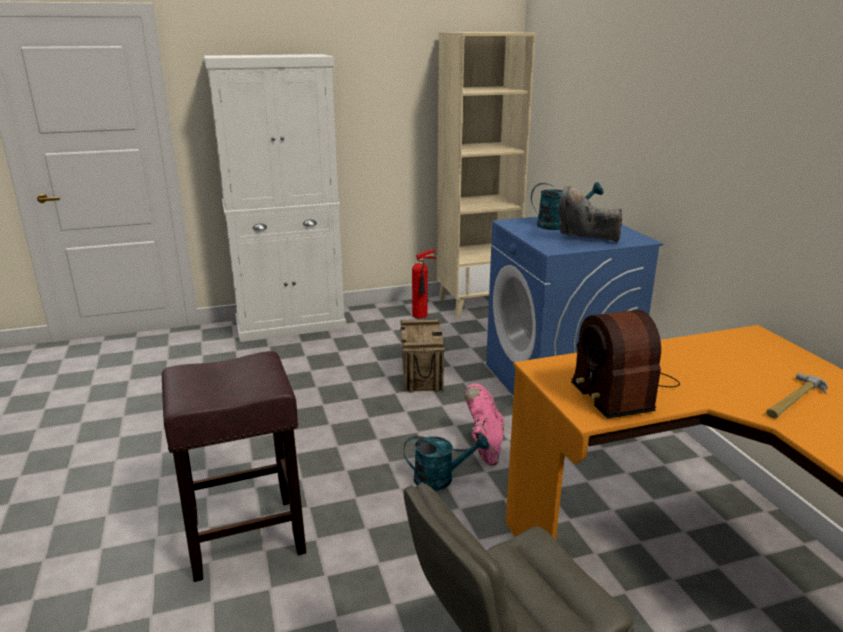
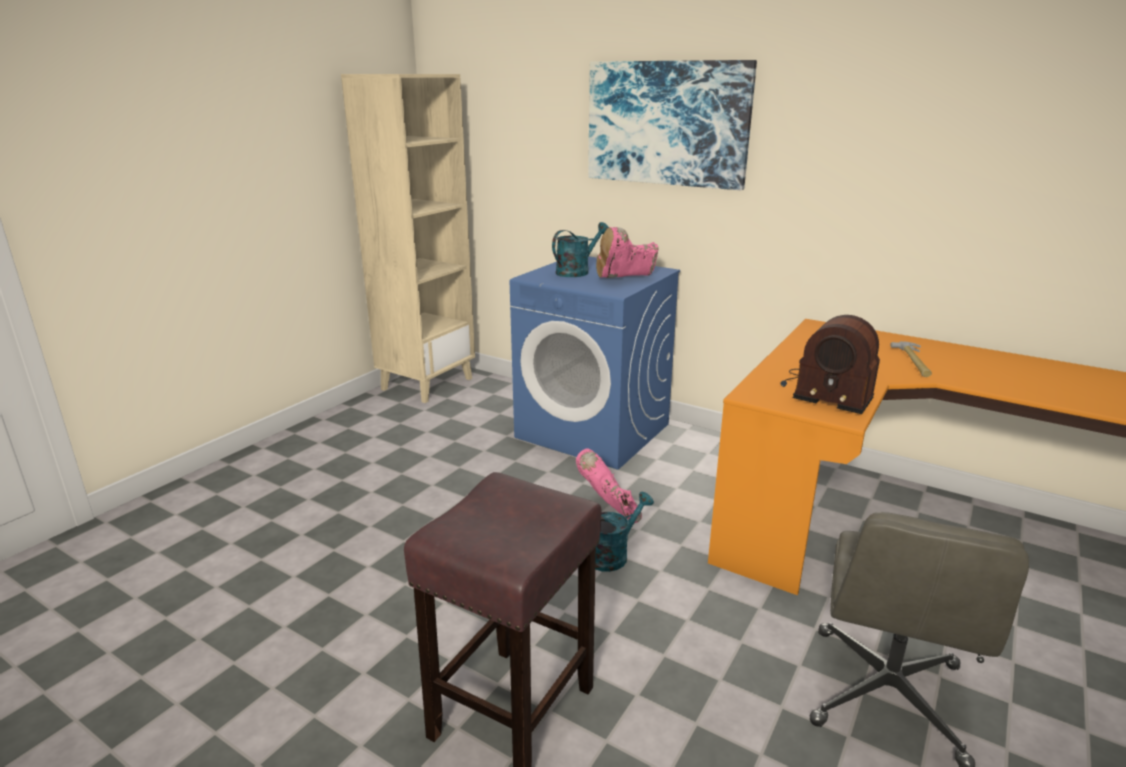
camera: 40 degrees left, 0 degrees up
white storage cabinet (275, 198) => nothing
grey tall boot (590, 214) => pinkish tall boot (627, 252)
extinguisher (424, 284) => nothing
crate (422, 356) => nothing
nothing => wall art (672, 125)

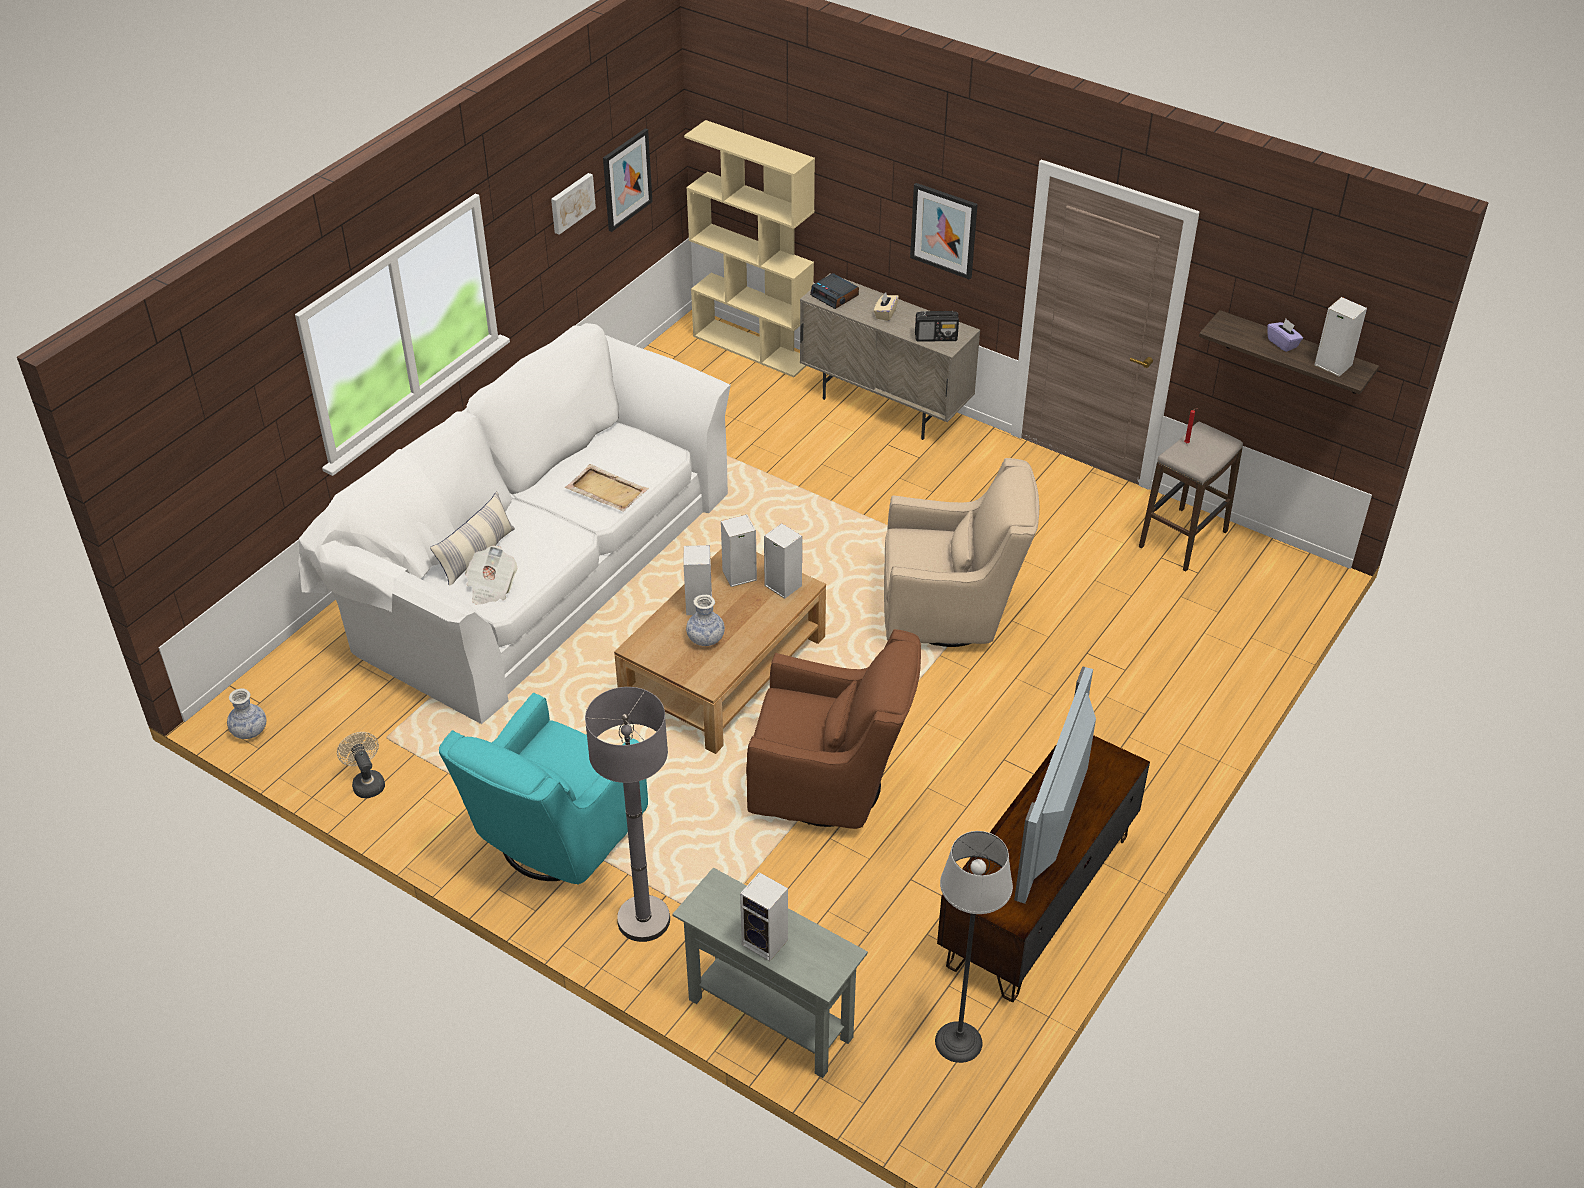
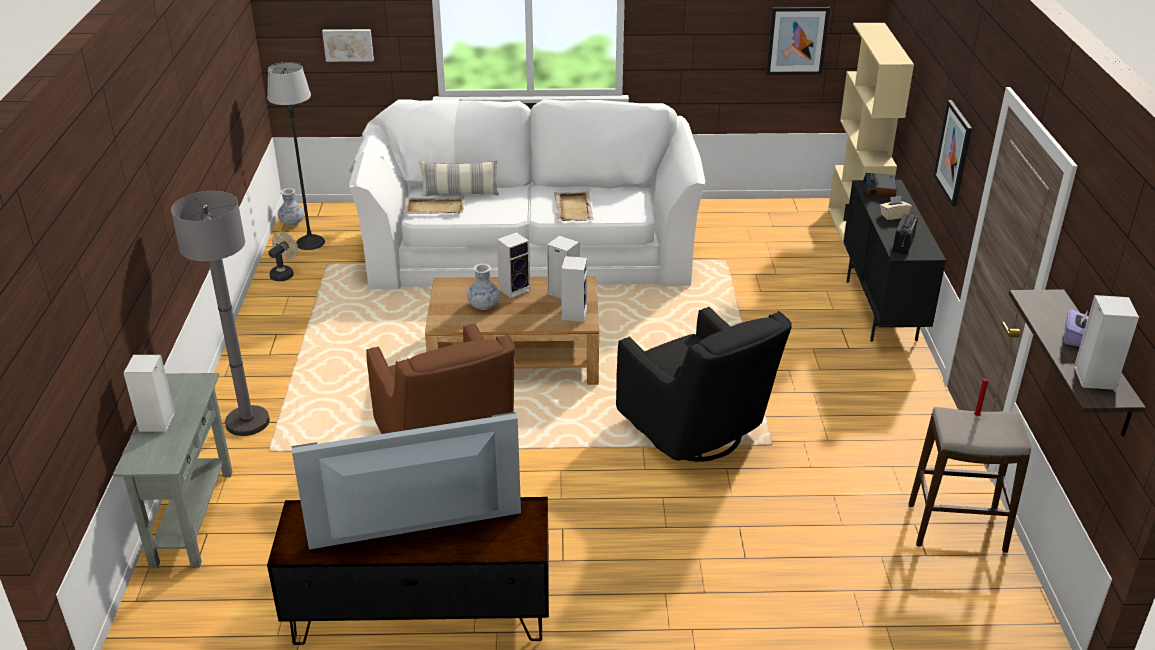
camera: 55 degrees right, 10 degrees down
wall art (573, 204) => wall art (348, 45), moved
beige storage cabinet (890, 356) => black-coloured storage cabinet (894, 261)
radio receiver (937, 326) => radio receiver (905, 234), 60 degrees clockwise
beige easy chair (961, 552) => black-coloured easy chair (704, 384)
daily paper (491, 575) => beige serving tray (434, 205)
turquoise easy chair (543, 788) => nothing
floor lamp (974, 947) => floor lamp (296, 156), moved

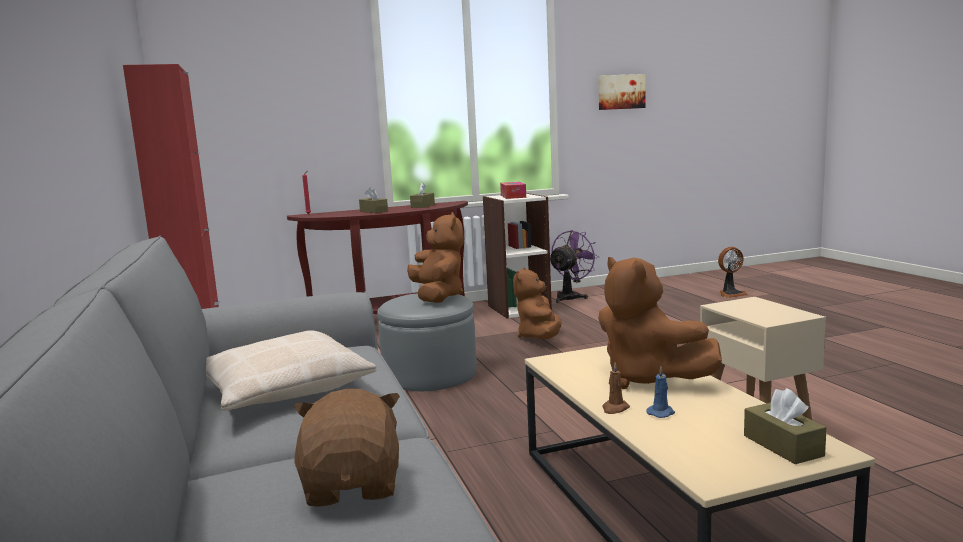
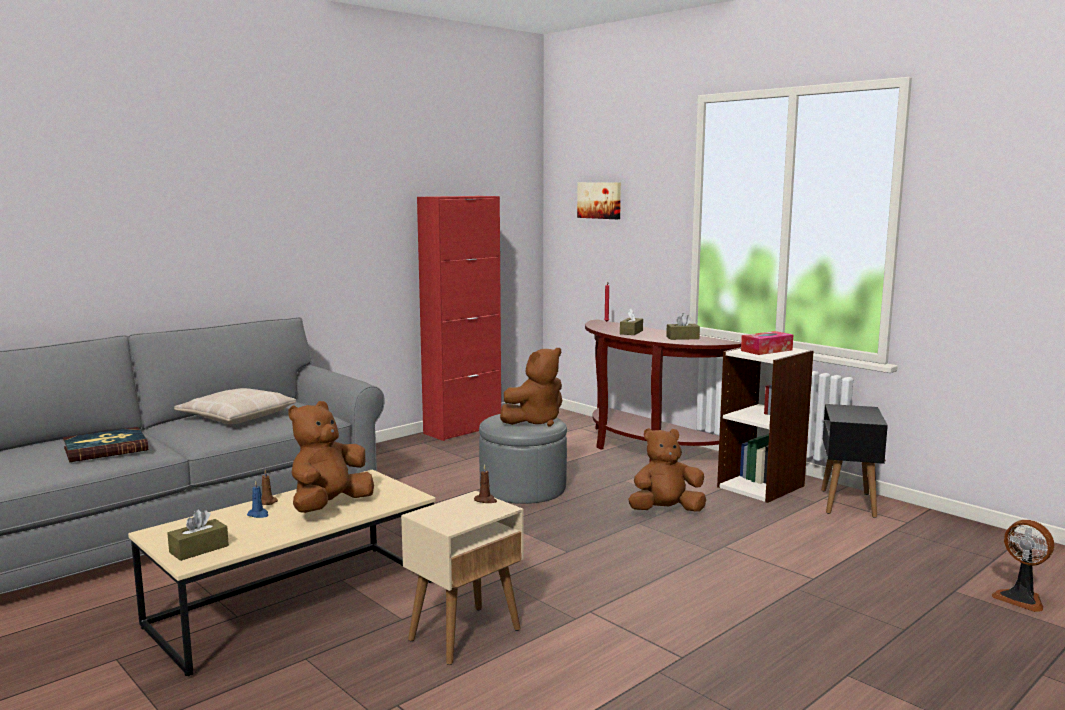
camera: 65 degrees right, 0 degrees up
wall art (621, 92) => wall art (599, 200), moved
purplish electric fan (574, 266) => black-coloured end table (854, 461)
brown plush toy (347, 448) => book (105, 444)
nothing => brown wax candle (485, 483)

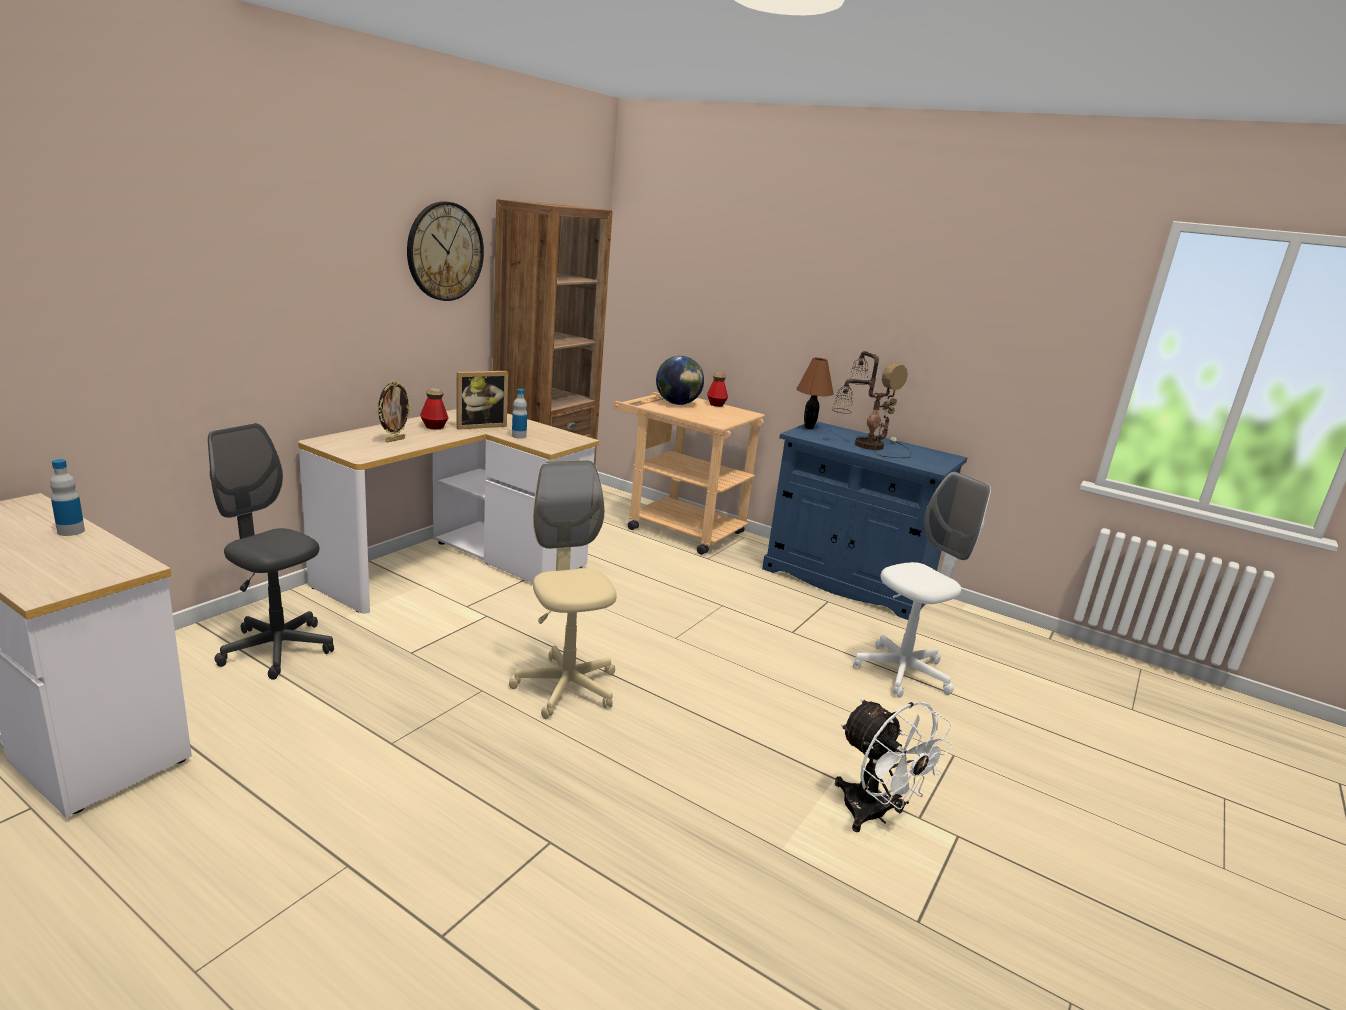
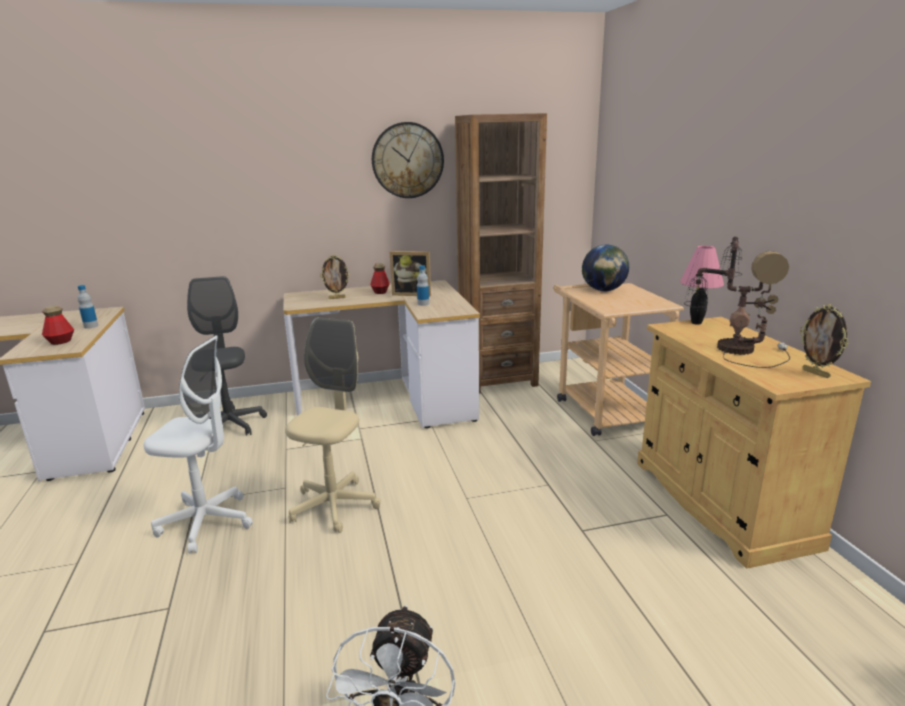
camera: 45 degrees right, 0 degrees up
brown table lamp (815, 393) => pinkish table lamp (702, 285)
drink bottle (717, 389) => drink bottle (58, 325), moved
blue storage cabinet (864, 520) => beige storage cabinet (754, 443)
white office chair (922, 585) => white office chair (198, 444), moved
nothing => picture frame (824, 341)

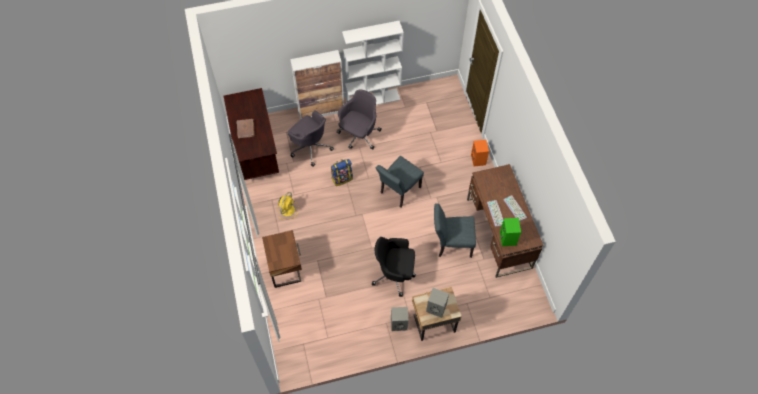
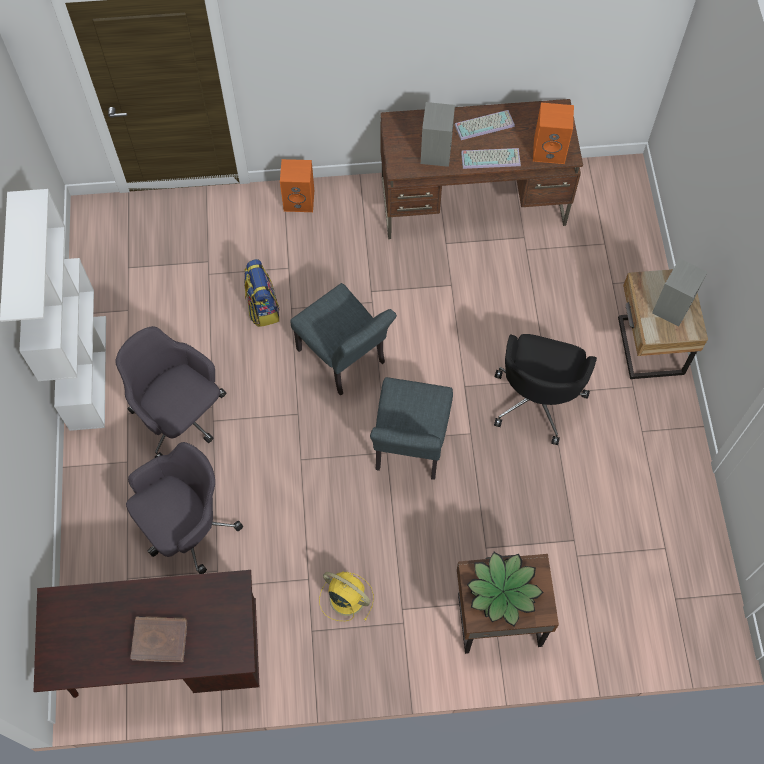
camera: 80 degrees left, 5 degrees up
storage cabinet (317, 85) => nothing
rucksack (342, 172) => rucksack (262, 293), moved
grey upright chair (455, 230) => grey upright chair (411, 428), moved
greenish audio speaker (510, 232) => orange audio speaker (553, 133)
grey audio speaker (399, 319) => grey audio speaker (438, 134), moved
nothing => potted plant (505, 589)

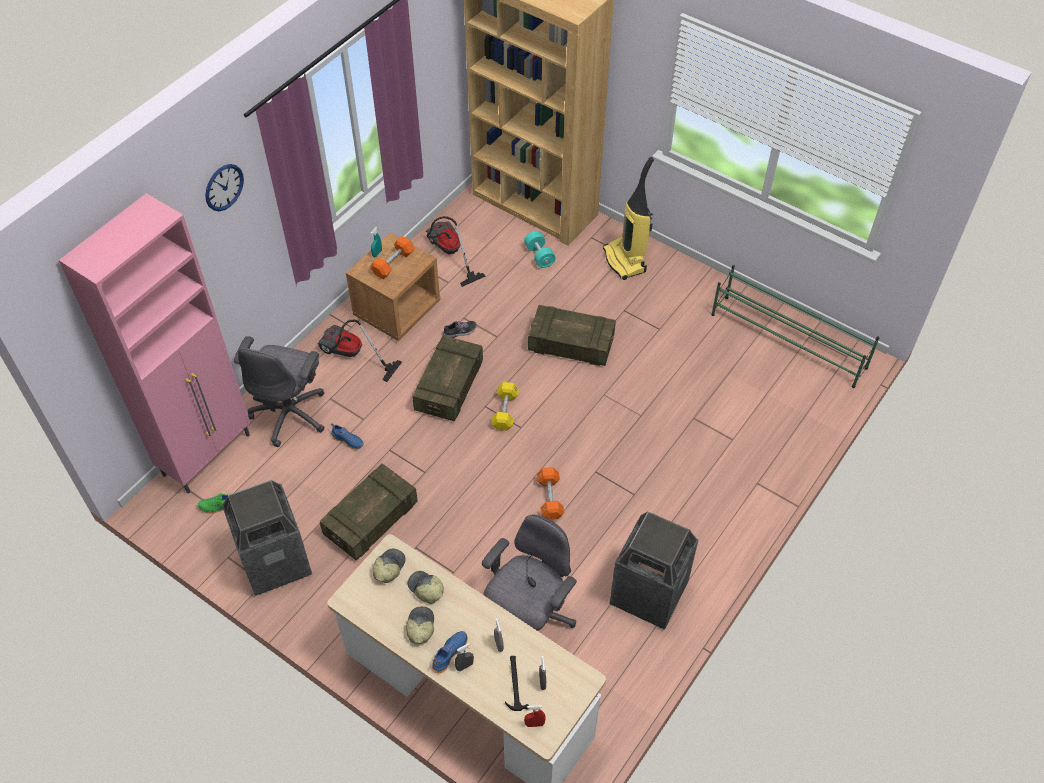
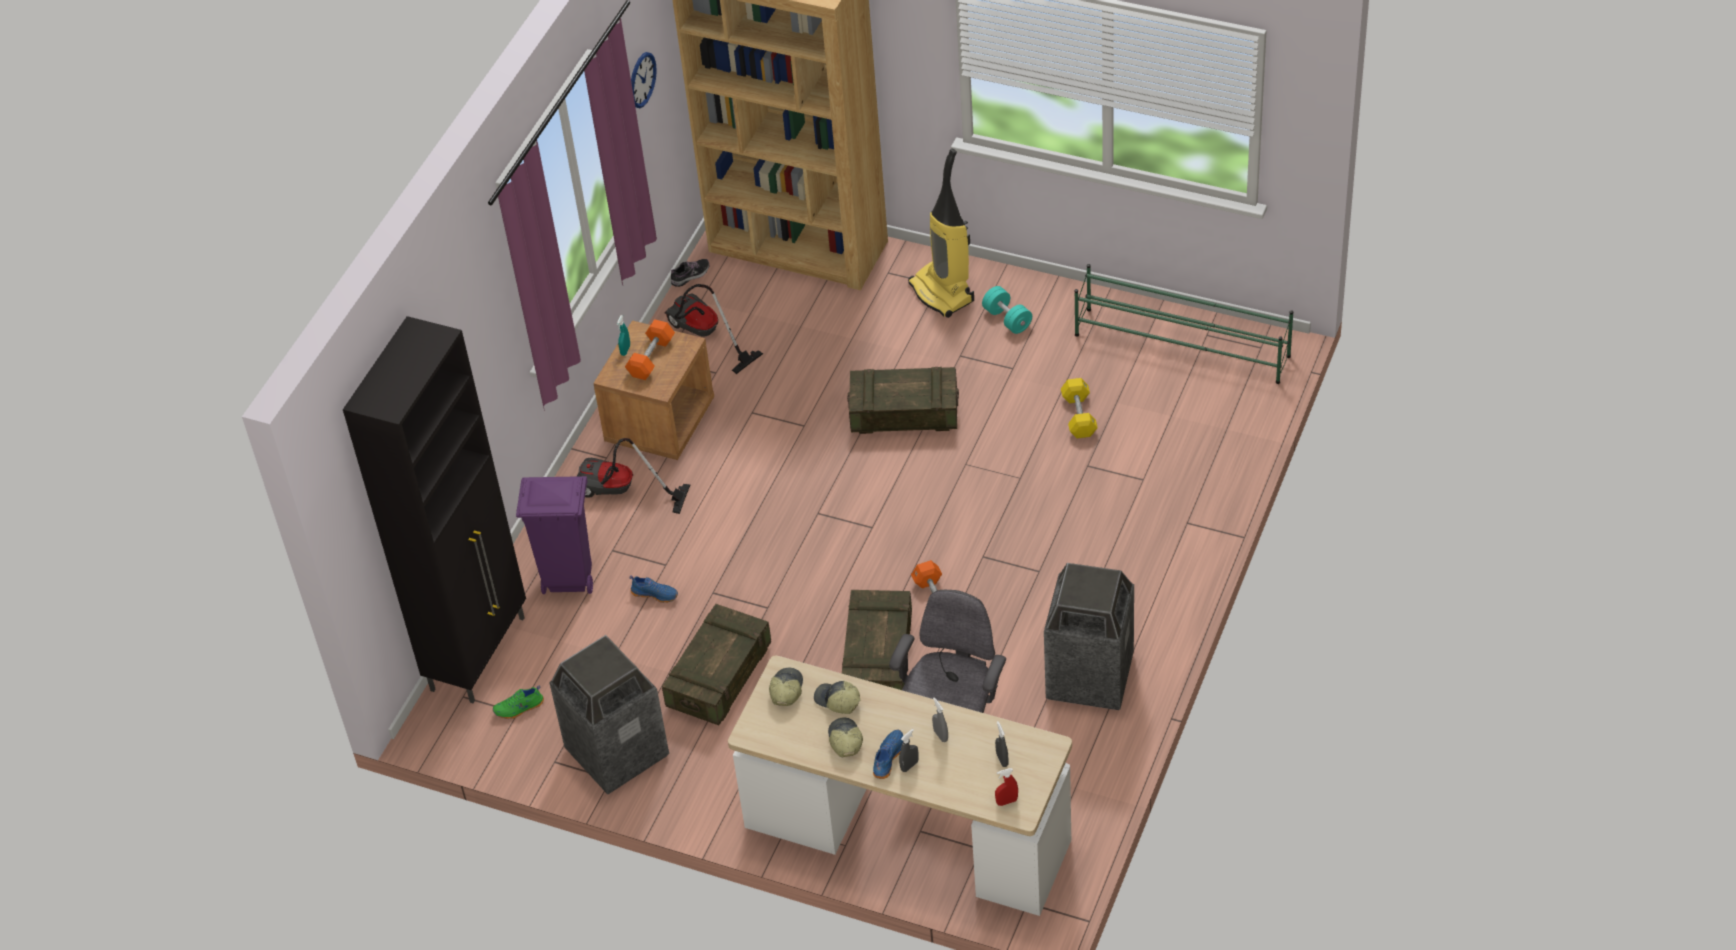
camera: 10 degrees left, 5 degrees down
hanging clock (224, 187) => hanging clock (644, 80), moved
pinkish storage cabinet (154, 343) => black-coloured storage cabinet (434, 510)
turquoise hand weight (540, 249) => turquoise hand weight (1007, 310), moved
shoe (460, 329) => shoe (690, 273), moved
crate (447, 378) => crate (877, 640), moved
grey office chair (279, 391) => purplish trash can (554, 535)
yellow-coloured hand weight (505, 406) => yellow-coloured hand weight (1079, 408), moved
hand hammer (517, 683) => nothing

